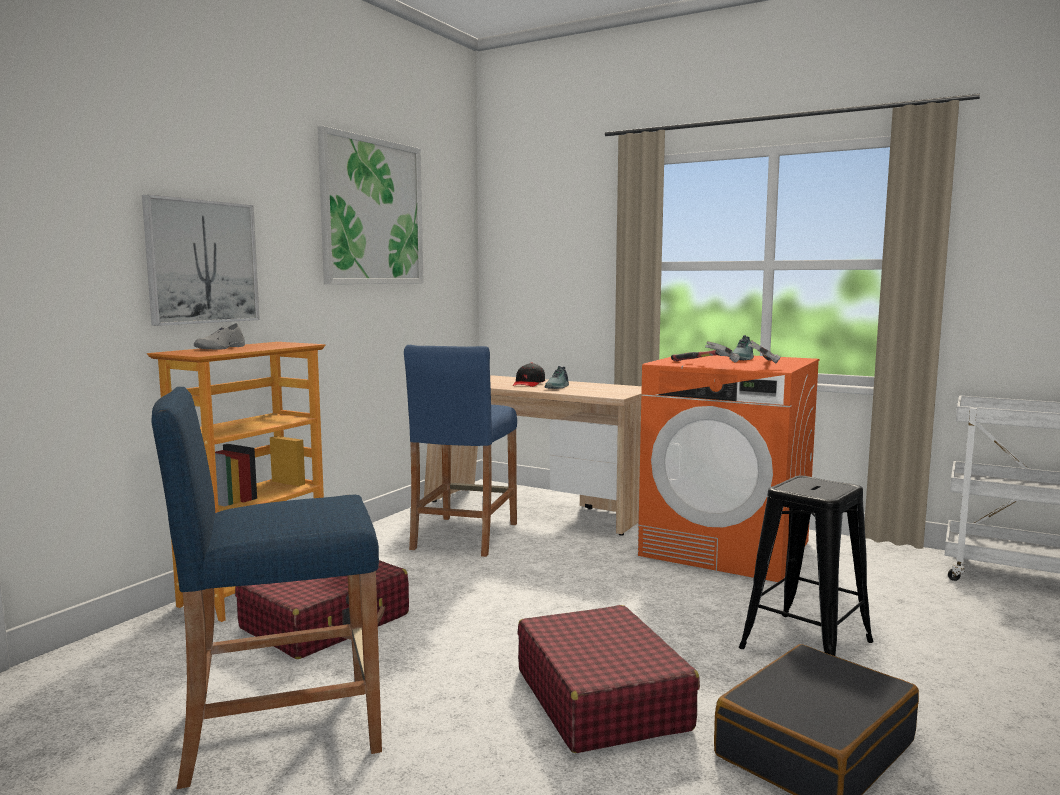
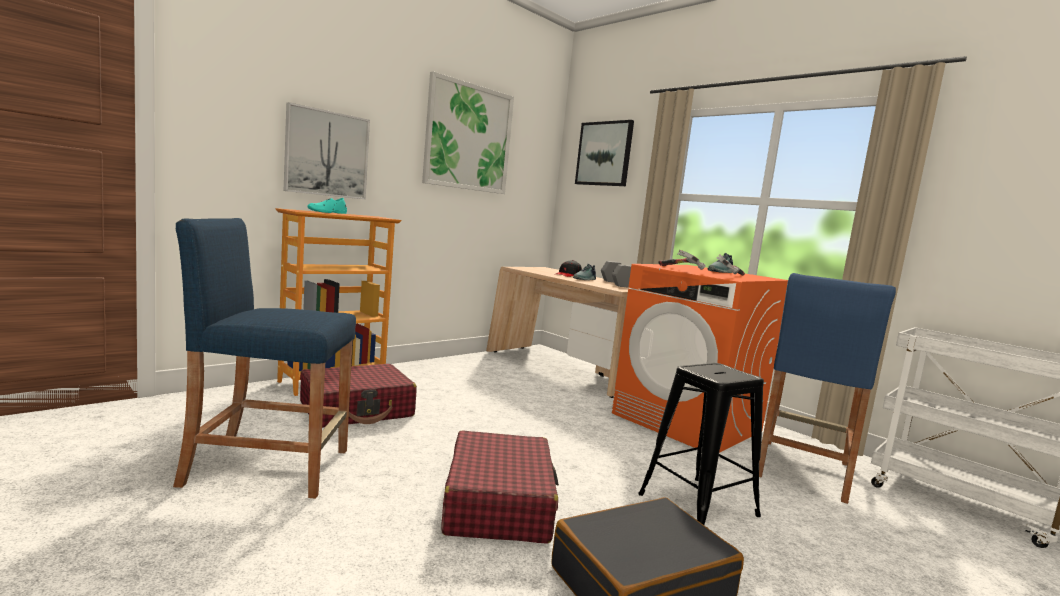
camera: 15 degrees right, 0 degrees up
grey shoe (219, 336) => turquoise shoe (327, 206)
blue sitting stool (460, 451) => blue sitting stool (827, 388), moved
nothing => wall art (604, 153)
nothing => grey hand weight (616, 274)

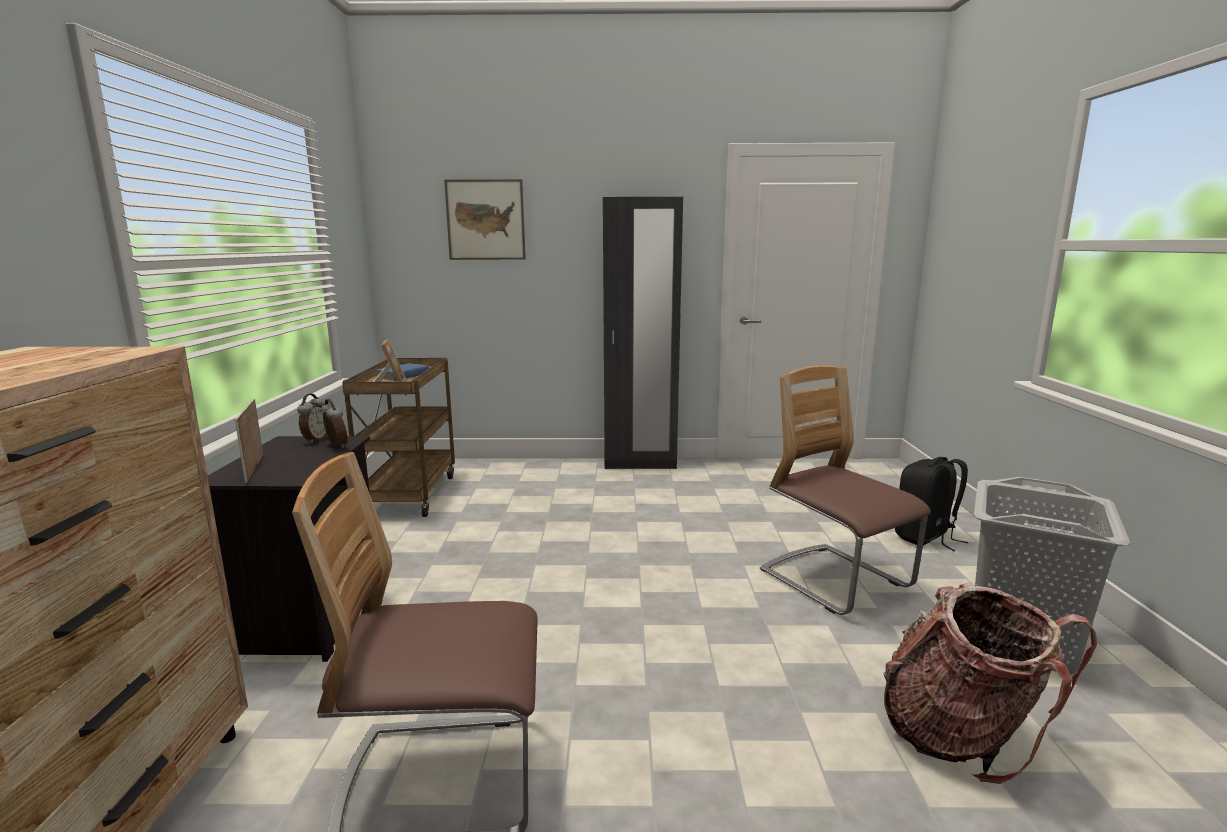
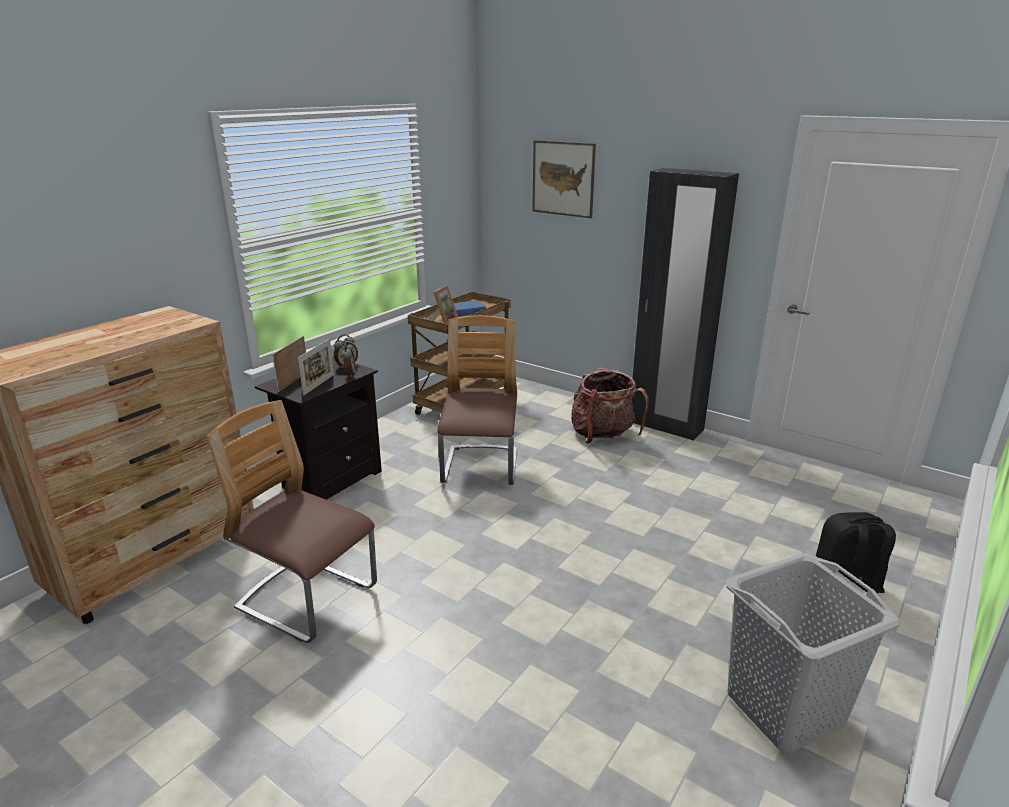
camera: 35 degrees right, 10 degrees up
upright chair (845, 490) => upright chair (477, 400), moved
rucksack (990, 683) => rucksack (610, 405), moved
nothing => picture frame (316, 367)

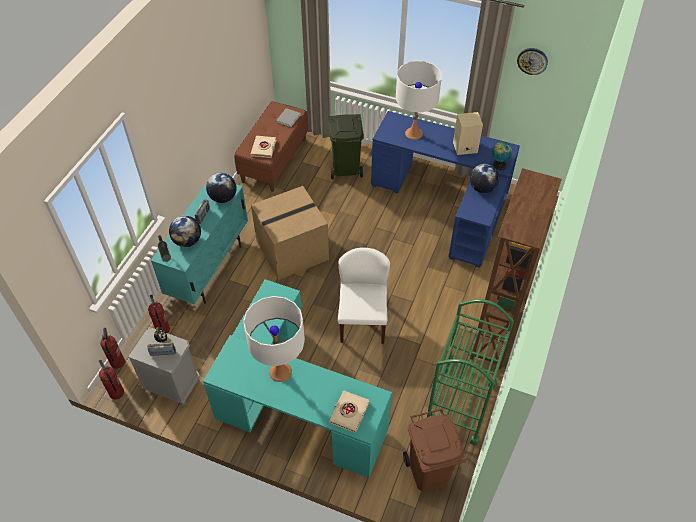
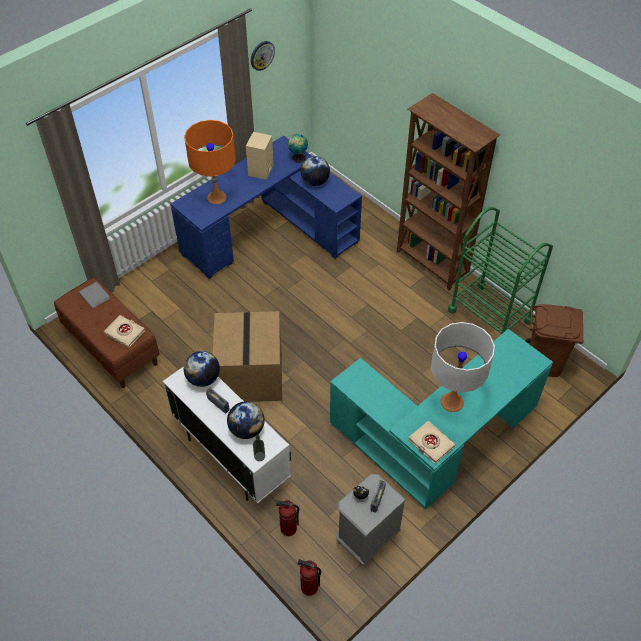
camera: 65 degrees left, 0 degrees up
white table lamp (419, 100) => orange table lamp (210, 162)
greenish trash can (346, 146) => nothing
turquoise storage cabinet (199, 243) => white storage cabinet (227, 434)
white upright chair (364, 295) => nothing
extinguisher (111, 380) => nothing
beige book (349, 411) => beige book (431, 442), moved

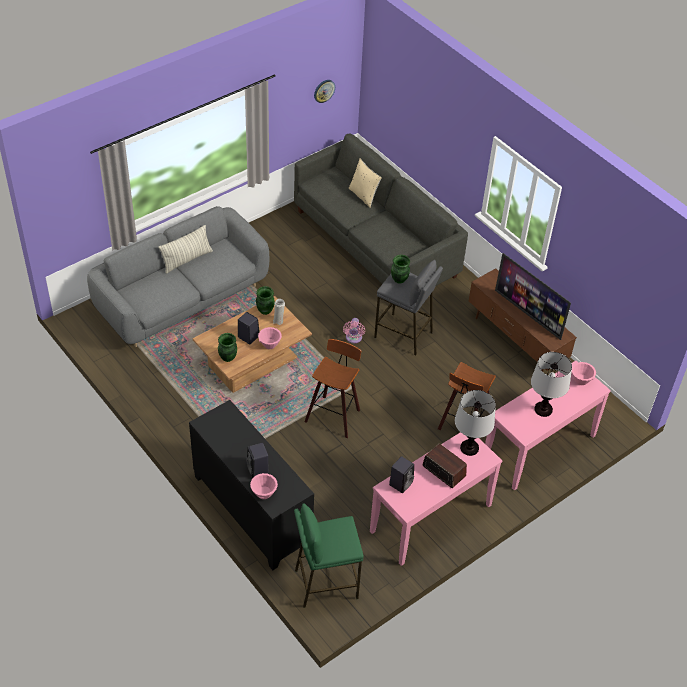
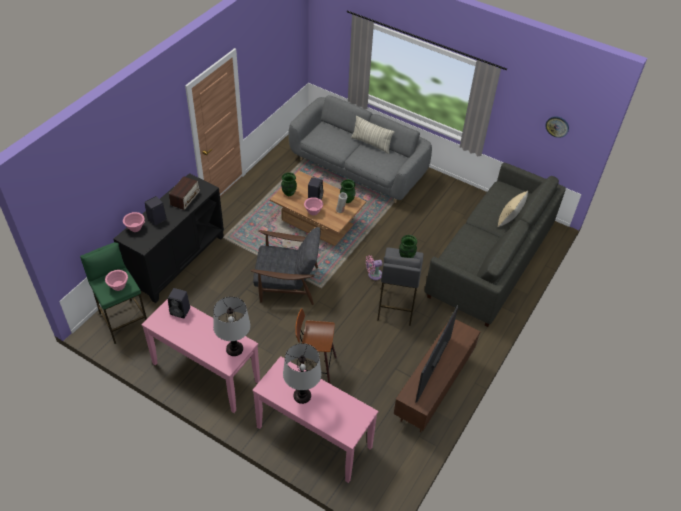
camera: 70 degrees right, 0 degrees up
sitting stool (333, 388) => grey easy chair (286, 266)
pinkish bowl (584, 373) => pinkish bowl (116, 280), moved
radio receiver (445, 465) => radio receiver (184, 193), moved

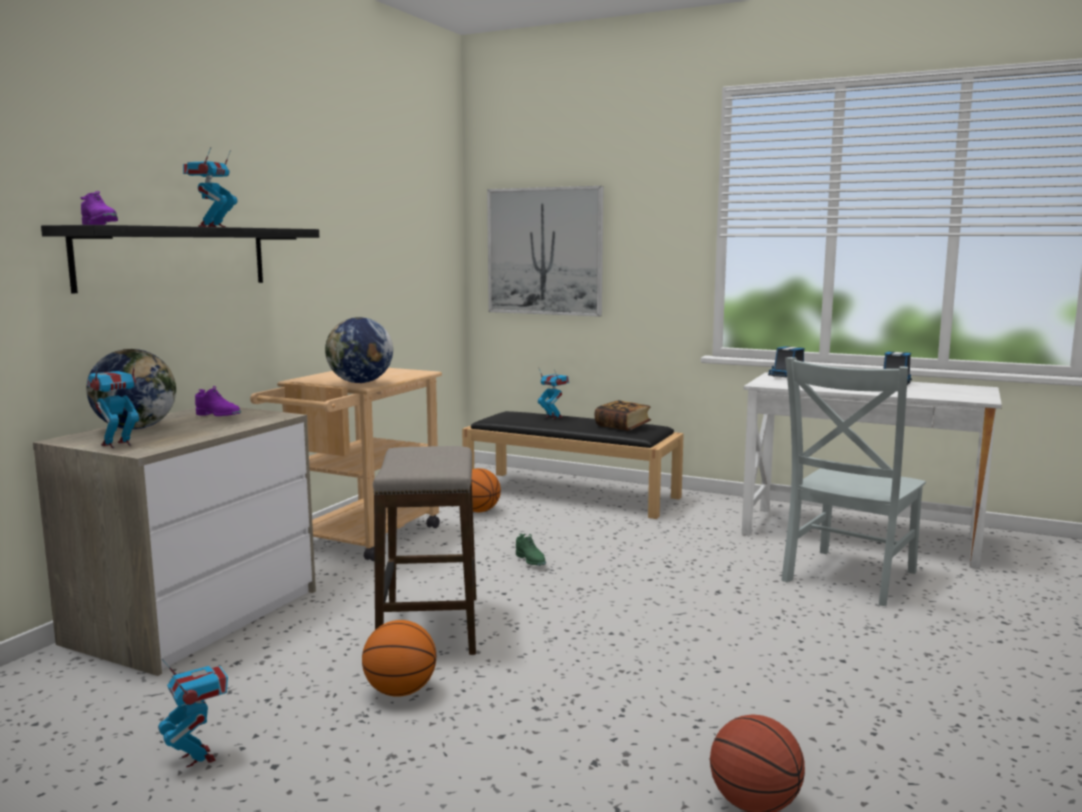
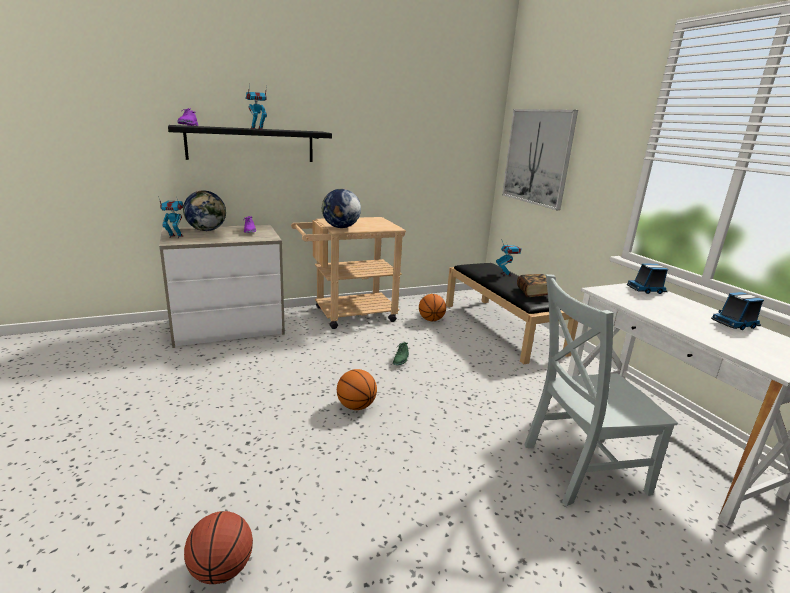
camera: 40 degrees right, 10 degrees up
sitting stool (424, 550) => nothing
basketball (399, 658) => basketball (357, 389), moved
model robot (193, 713) => nothing

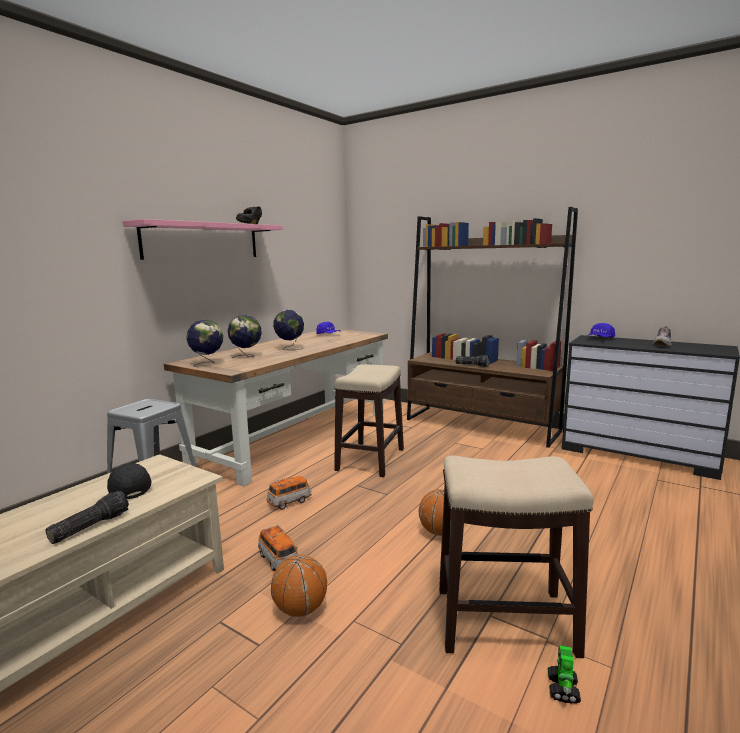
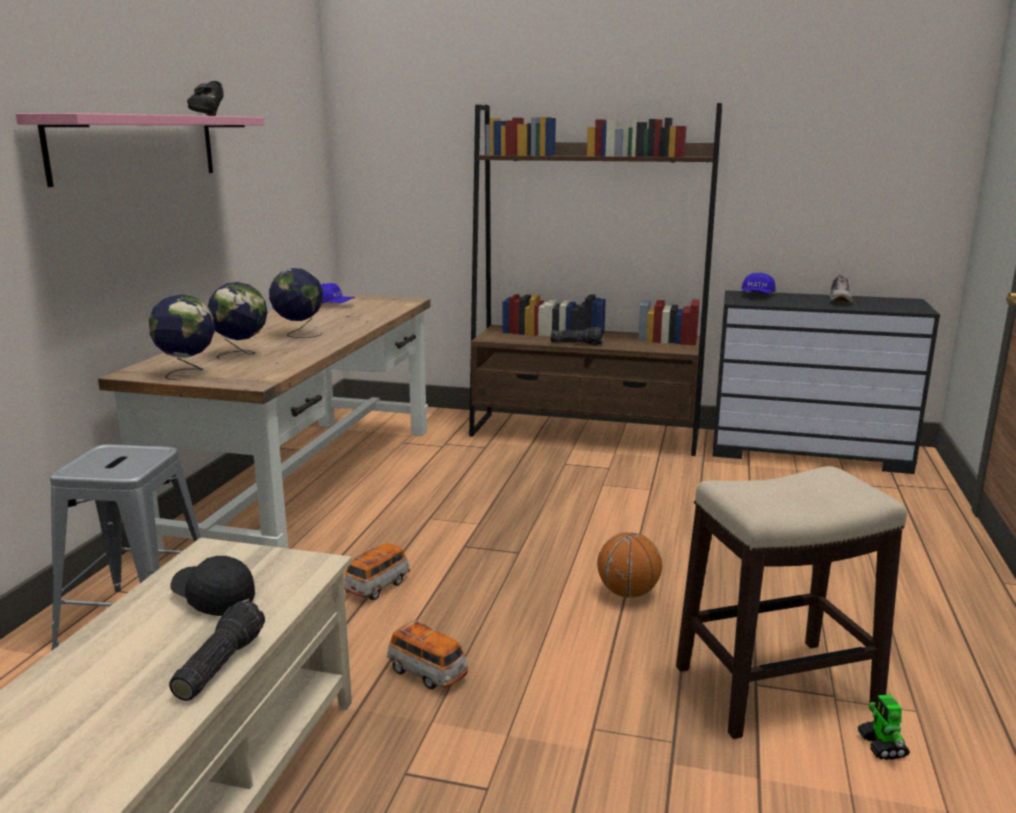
camera: 20 degrees left, 5 degrees up
sitting stool (369, 420) => nothing
basketball (299, 586) => nothing

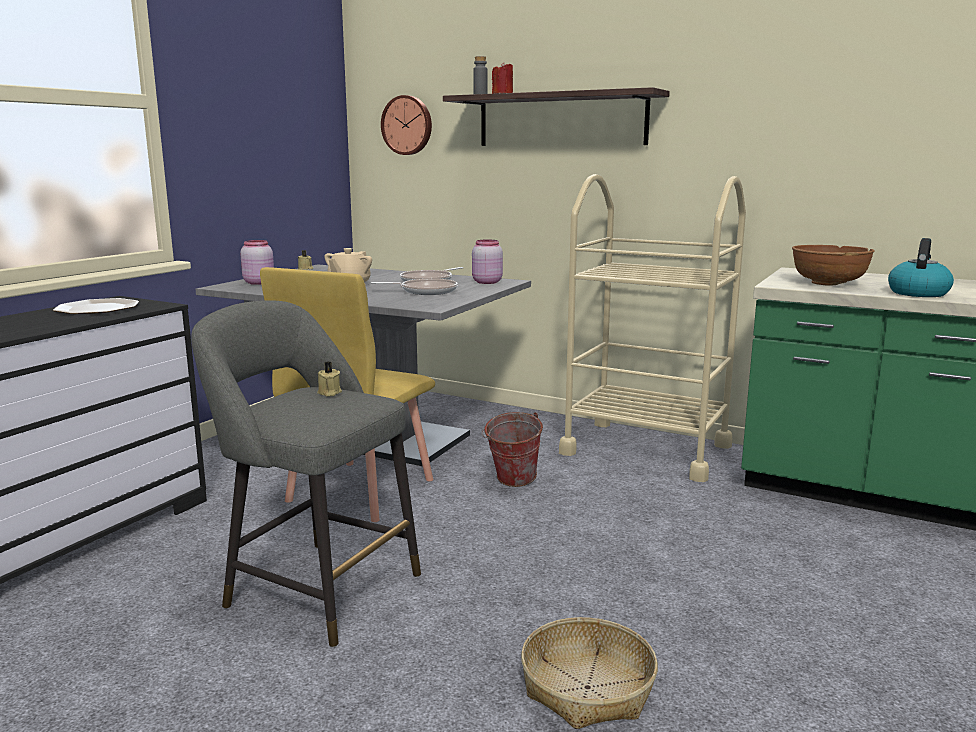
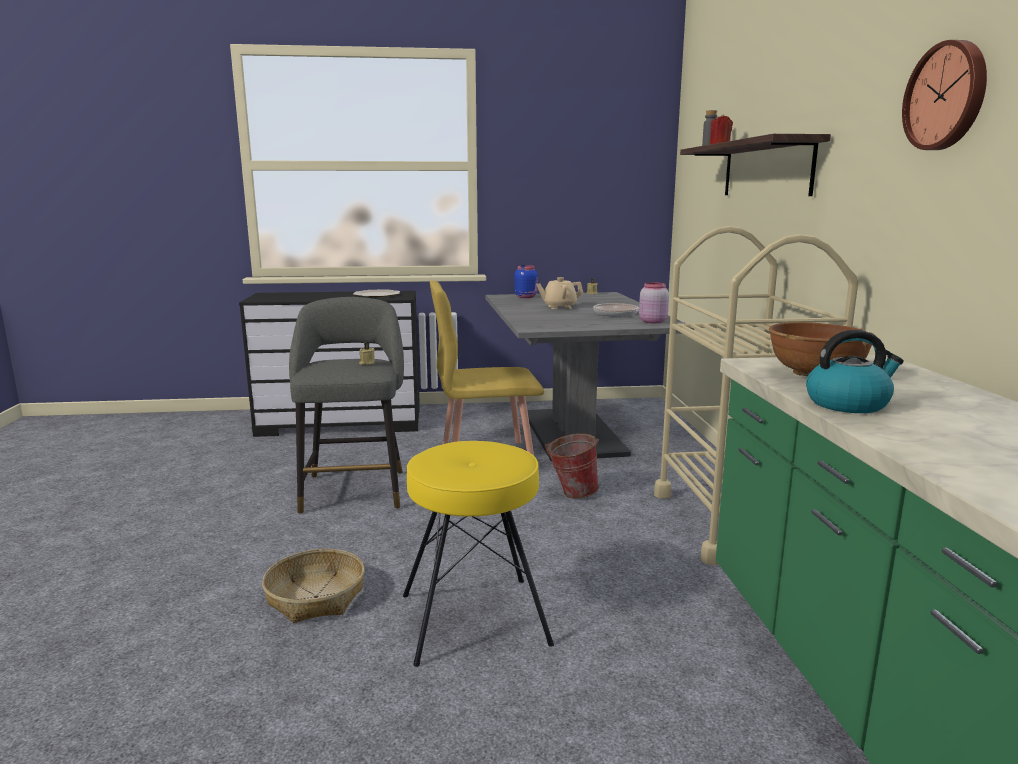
camera: 55 degrees right, 0 degrees up
hanging clock (406, 125) => hanging clock (944, 95), moved
pinkish jar (257, 262) => blue jar (526, 281)
frying pan (414, 287) => nothing
nothing => yellow-coloured sitting stool (478, 554)

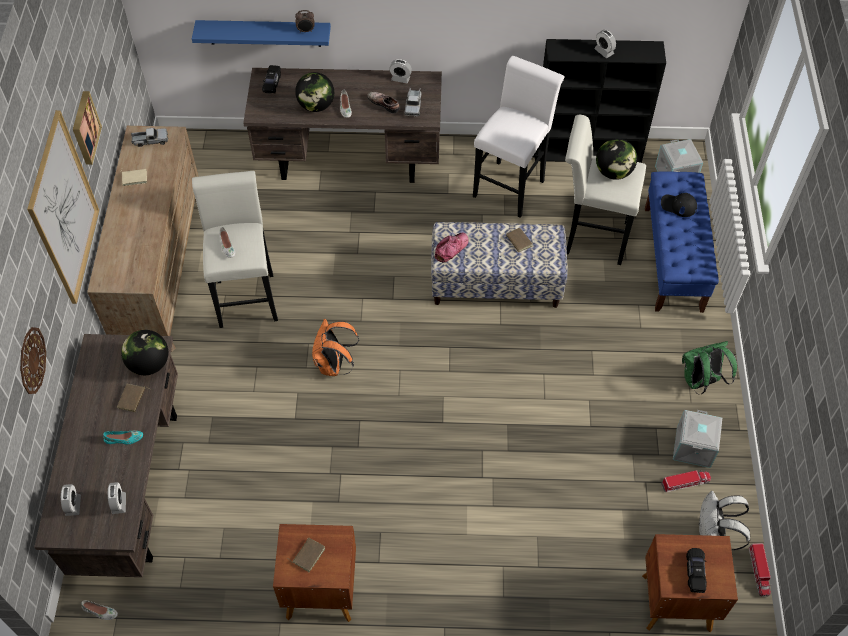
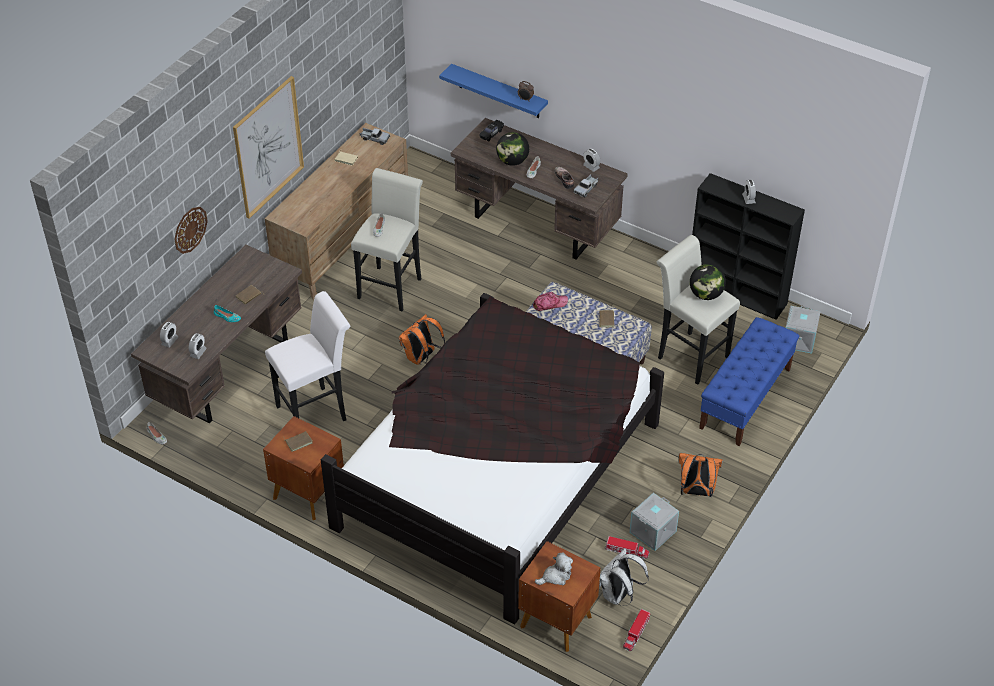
camera: 30 degrees right, 10 degrees down
white sitting stool (518, 137) => white sitting stool (307, 356), moved
wall art (87, 128) => nothing
black-coloured cap (679, 205) => nothing
world globe (144, 352) => nothing
greenish rucksack (709, 367) => orange rucksack (701, 475)
black-coloured toy car (696, 570) => plush toy (554, 569)
nothing => black-coloured sleeping bed (492, 458)

